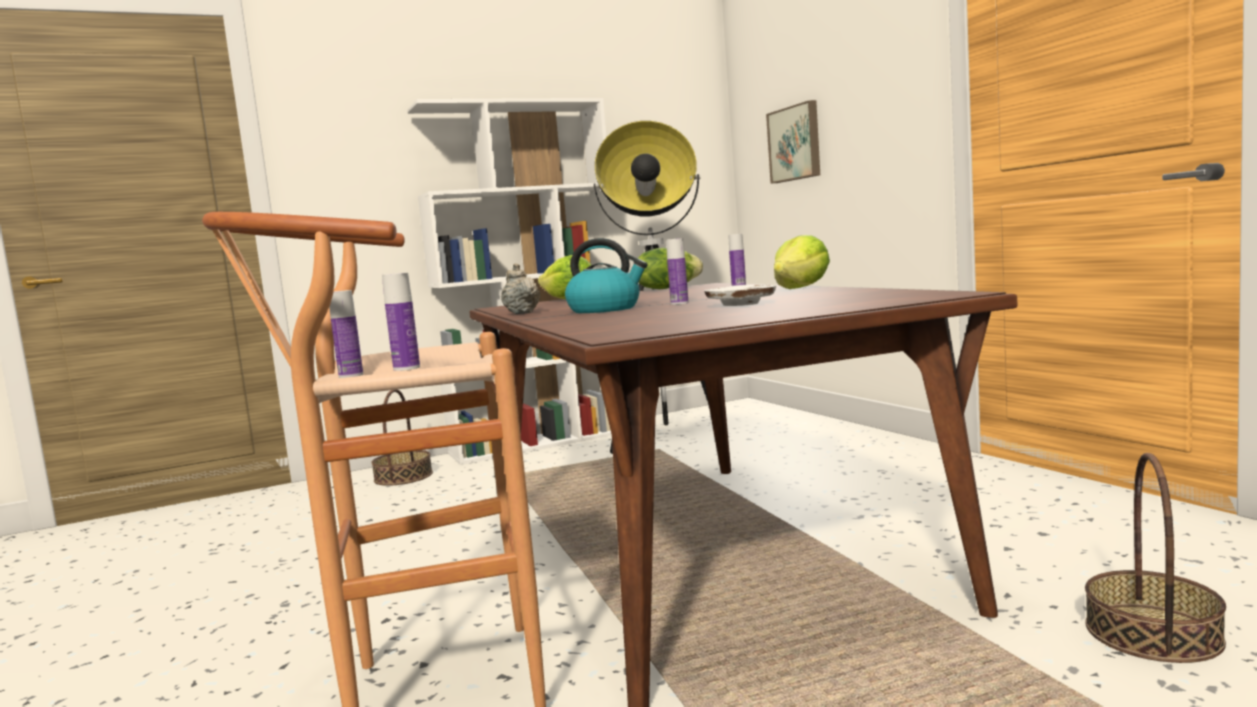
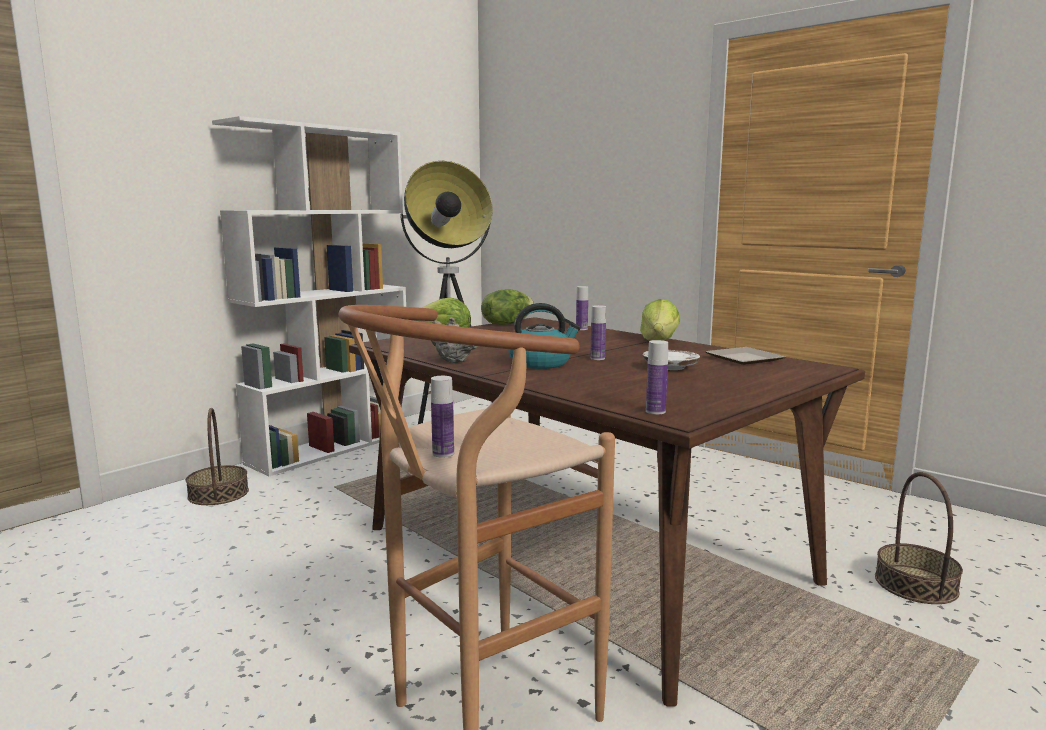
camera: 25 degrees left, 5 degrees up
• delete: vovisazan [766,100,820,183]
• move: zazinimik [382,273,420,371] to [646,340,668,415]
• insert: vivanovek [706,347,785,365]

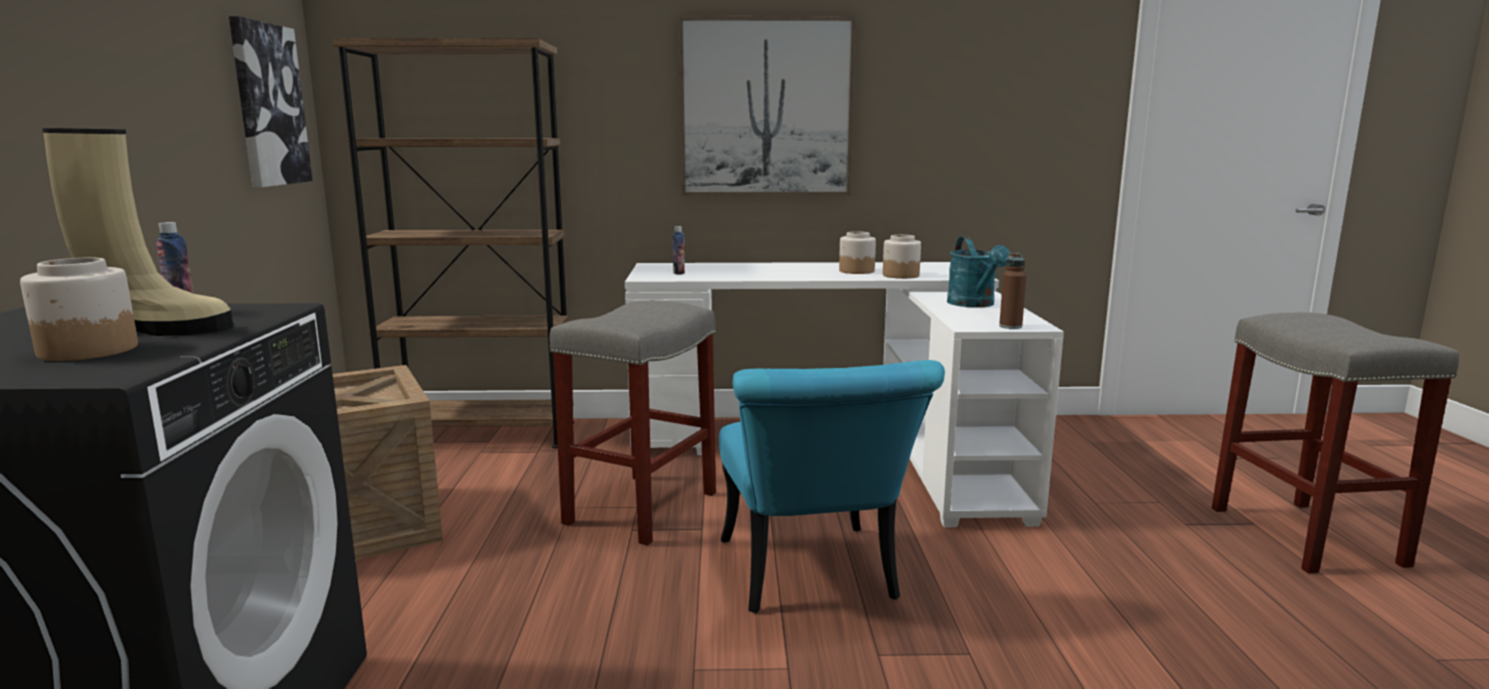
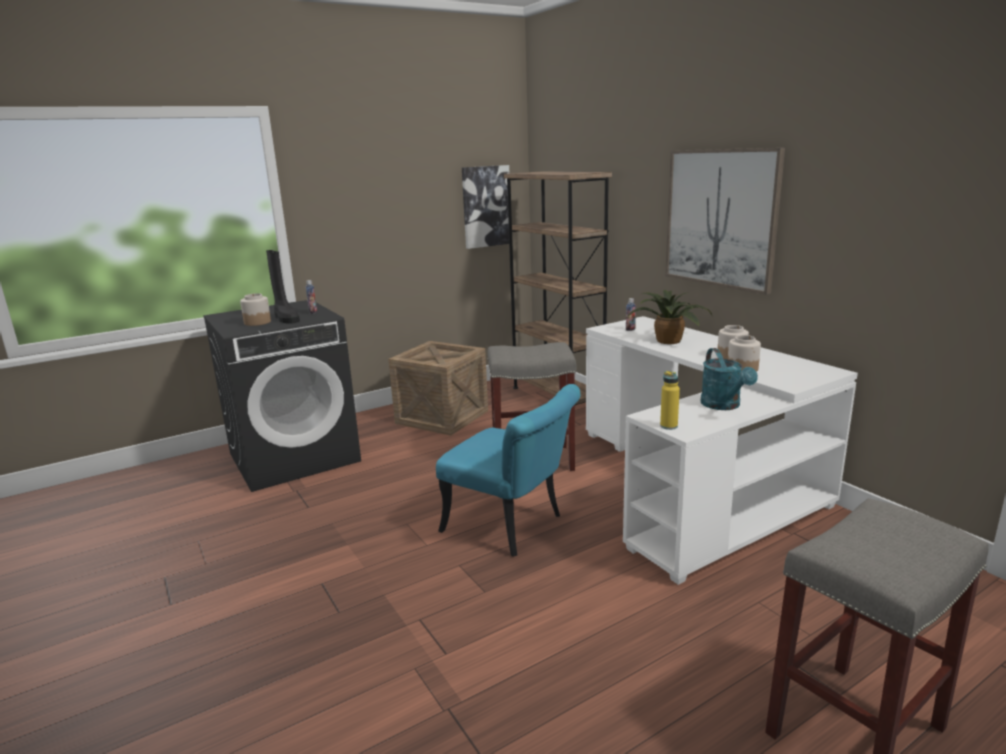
camera: 60 degrees right, 5 degrees up
• recolor: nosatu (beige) [42,128,233,336] to nosatu (black) [266,250,300,324]
• rotate: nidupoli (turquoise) [947,236,1010,308] = [701,348,758,410] 60 degrees counterclockwise
• recolor: zazinimik (brown) [999,253,1026,329] to zazinimik (yellow) [660,371,680,430]
• rotate: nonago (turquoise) [719,360,945,613] = [436,384,580,557] 105 degrees counterclockwise
• insert: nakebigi [627,290,712,344]

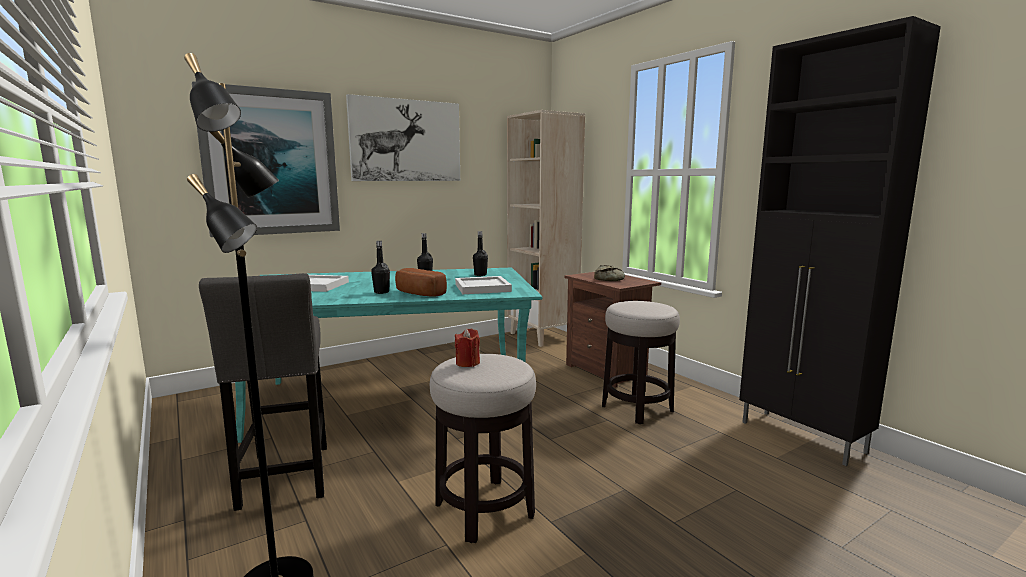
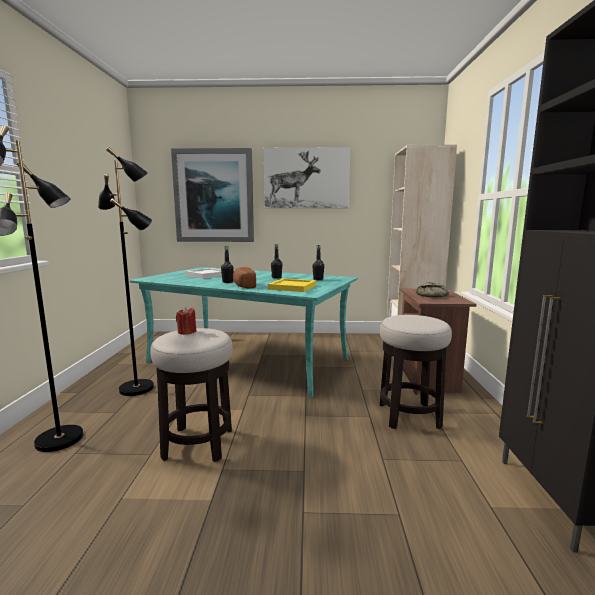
camera: 35 degrees right, 0 degrees up
• replace: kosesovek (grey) [199,273,327,511] to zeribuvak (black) [98,147,154,396]
• recolor: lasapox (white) [455,276,512,294] to lasapox (yellow) [268,278,316,292]

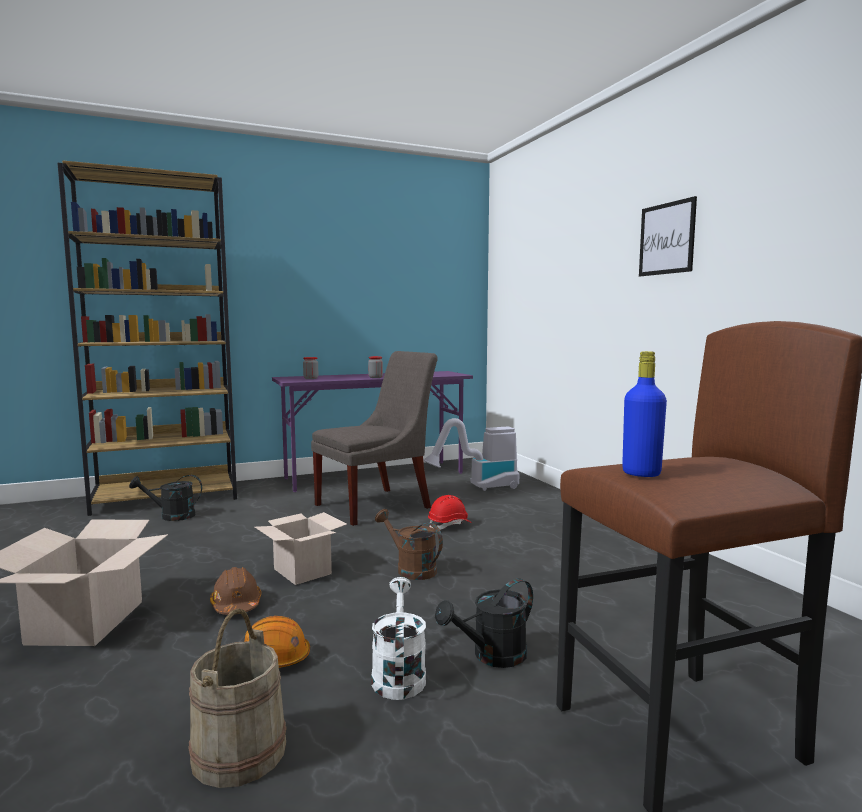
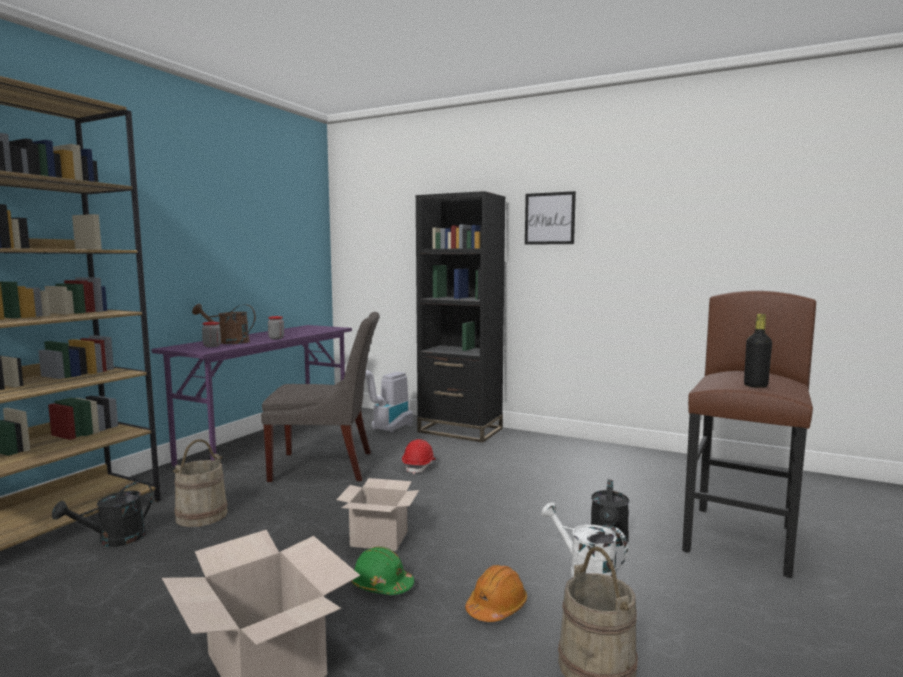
camera: 40 degrees left, 0 degrees up
• rotate: nonago (grey) [311,351,438,526] = [261,312,380,482] 75 degrees clockwise
• recolor: zazinimik (blue) [622,351,667,477] to zazinimik (black) [744,314,772,388]
• move: nidupoli (brown) [375,509,443,580] to [192,304,256,344]
• recolor: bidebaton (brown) [210,567,261,615] to bidebaton (green) [351,547,414,595]
• insert: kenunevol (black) [416,191,506,443]
• insert: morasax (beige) [173,439,228,527]

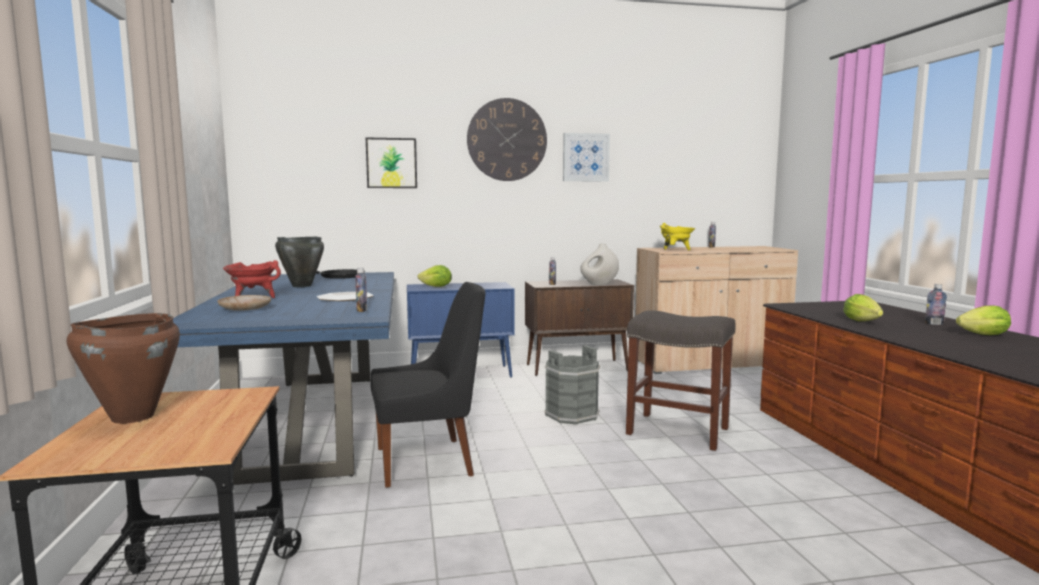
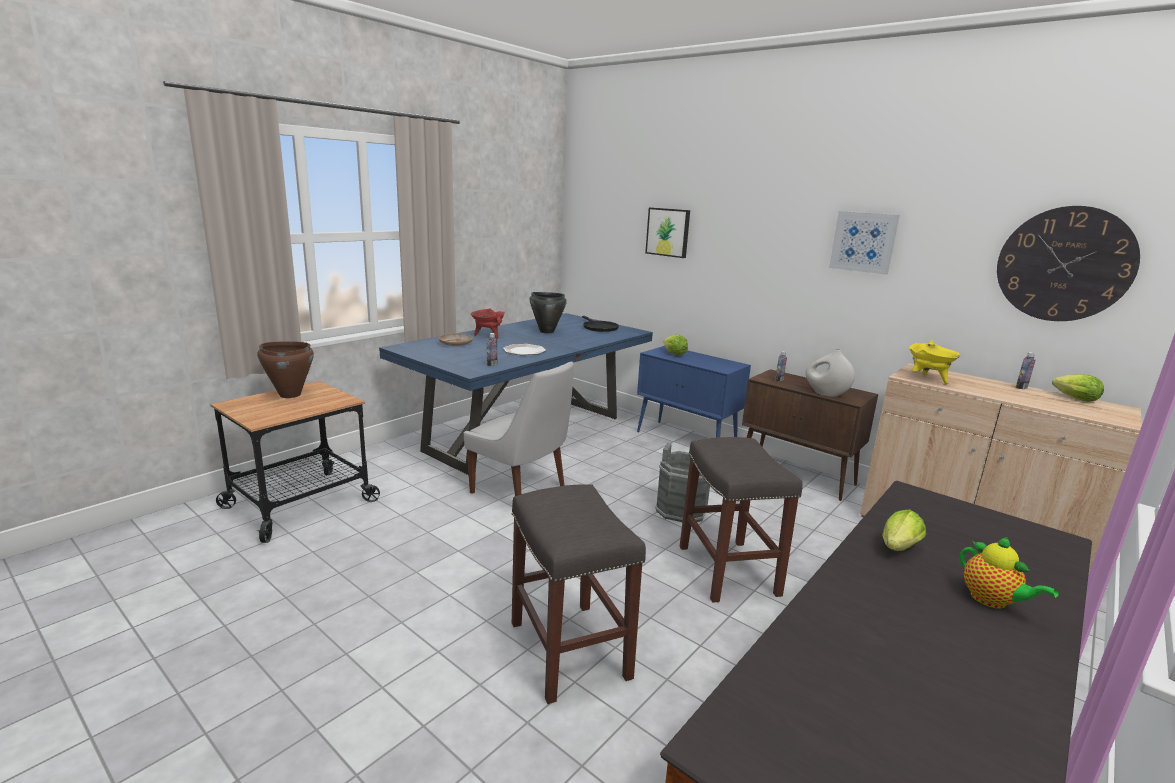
camera: 50 degrees right, 10 degrees up
• move: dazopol [467,98,547,181] to [997,206,1140,321]
• recolor: nonago (black) [371,282,486,488] to nonago (white) [464,361,574,496]
• replace: zazinimik [925,284,947,325] to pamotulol [960,537,1059,609]
• move: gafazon [956,306,1011,335] to [1052,374,1104,402]
• insert: kosesovek (grey) [512,484,646,704]

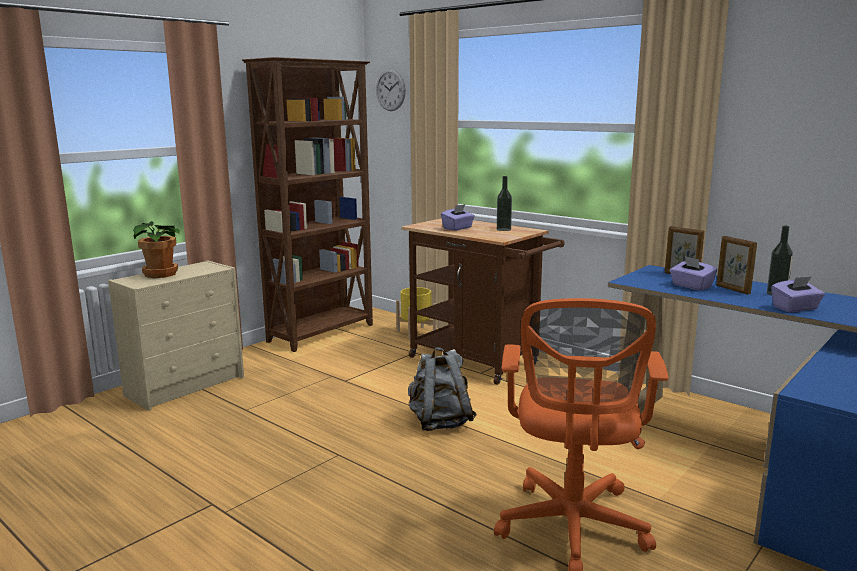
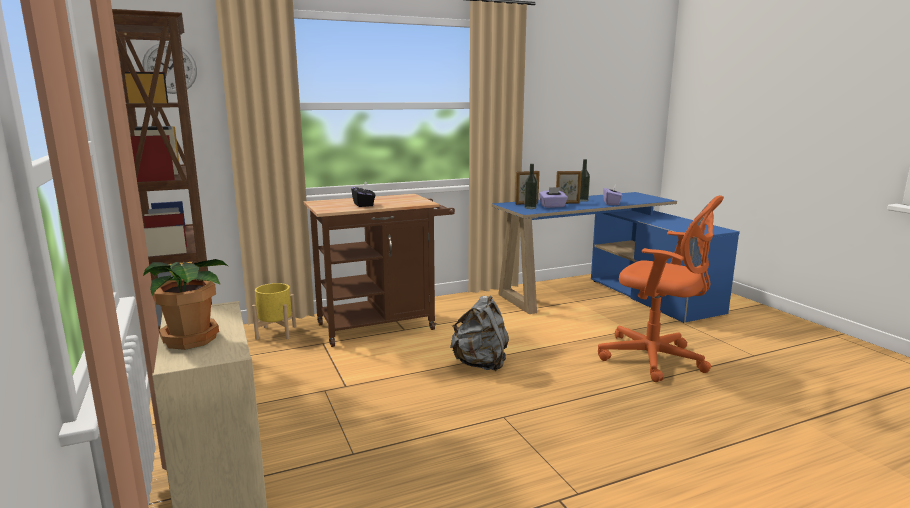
camera: 65 degrees left, 0 degrees up
• move: zazinimik [497,176,512,231] to [524,164,538,209]
• recolor: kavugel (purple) [441,204,475,231] to kavugel (black) [351,182,375,207]

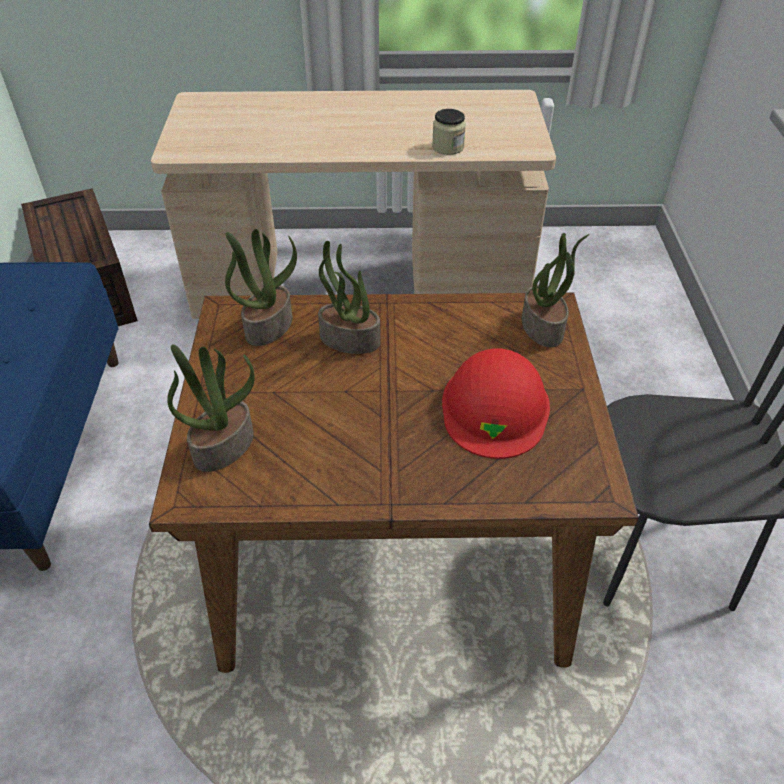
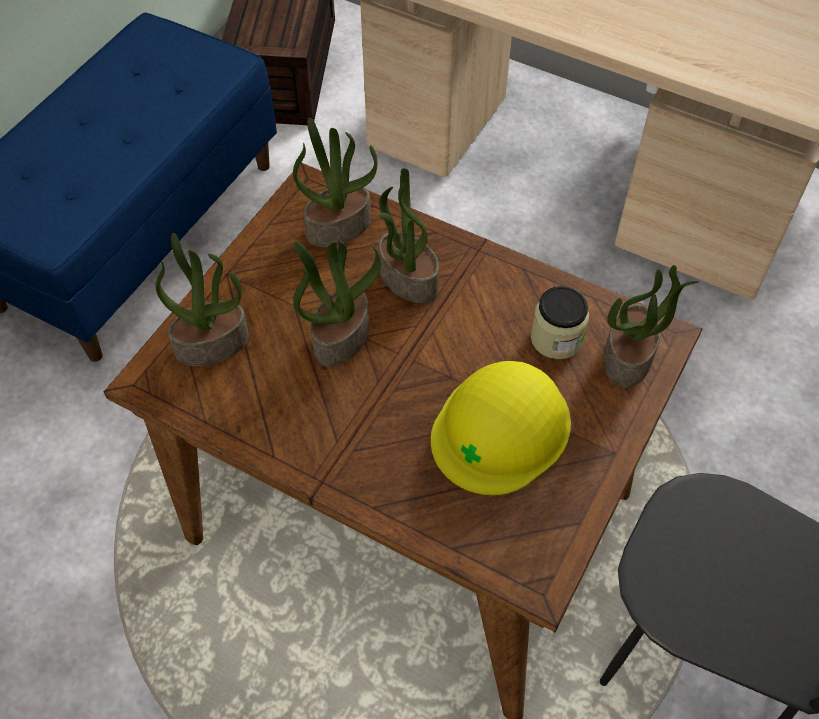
camera: 30 degrees right, 10 degrees up
• move: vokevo [432,109,466,155] to [531,286,589,359]
• recolor: bidebaton (red) [442,349,550,459] to bidebaton (yellow) [431,361,571,495]
• insert: nakebigi [293,241,381,367]

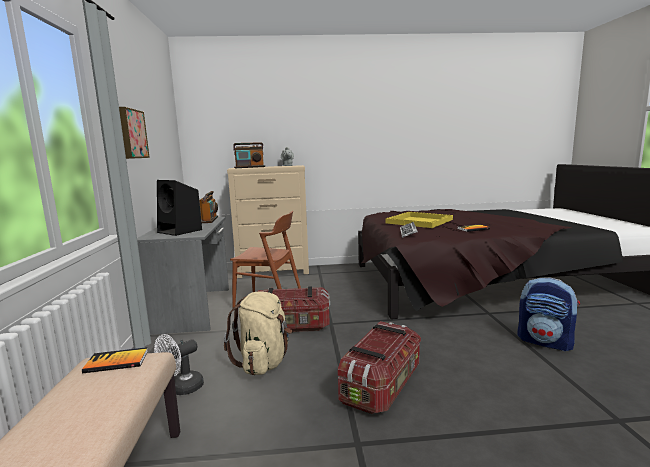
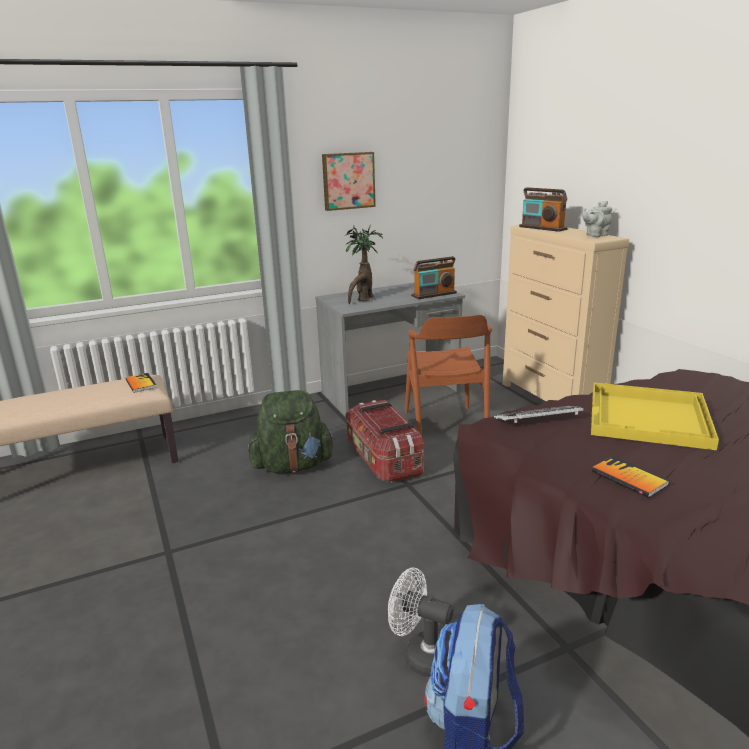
camera: 70 degrees right, 10 degrees up
• replace: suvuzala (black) [157,180,202,236] to nakebigi [344,225,383,304]
• recolor: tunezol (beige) [224,291,292,375] to tunezol (green) [248,390,335,474]
• delete: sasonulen [338,321,421,414]
• move: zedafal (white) [154,334,204,395] to [388,568,454,677]

